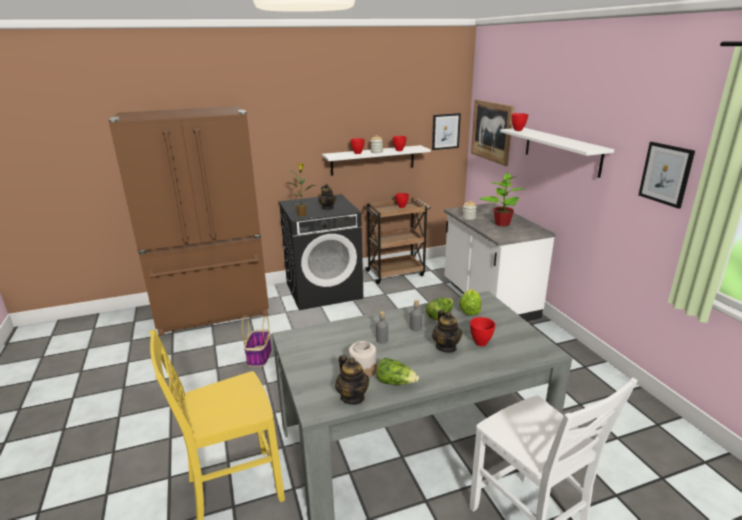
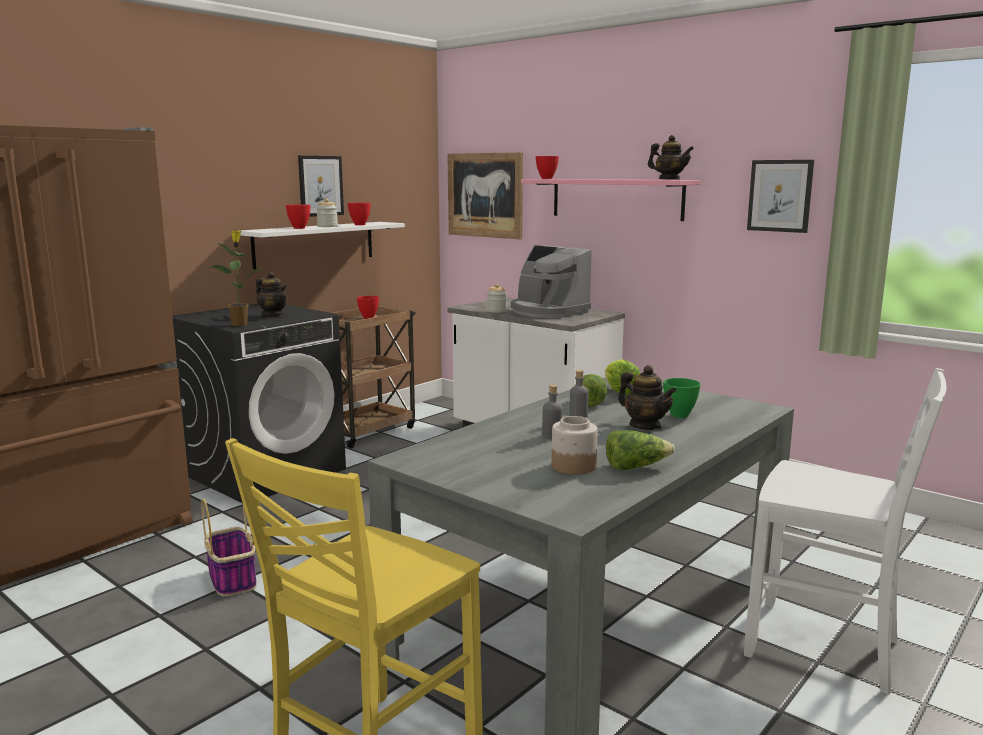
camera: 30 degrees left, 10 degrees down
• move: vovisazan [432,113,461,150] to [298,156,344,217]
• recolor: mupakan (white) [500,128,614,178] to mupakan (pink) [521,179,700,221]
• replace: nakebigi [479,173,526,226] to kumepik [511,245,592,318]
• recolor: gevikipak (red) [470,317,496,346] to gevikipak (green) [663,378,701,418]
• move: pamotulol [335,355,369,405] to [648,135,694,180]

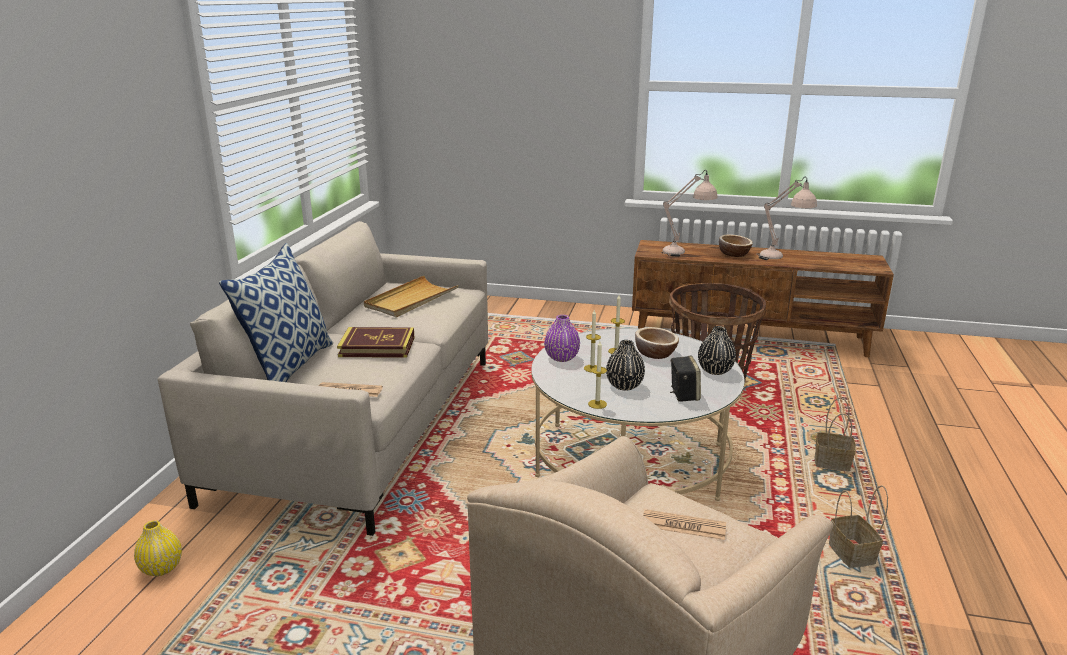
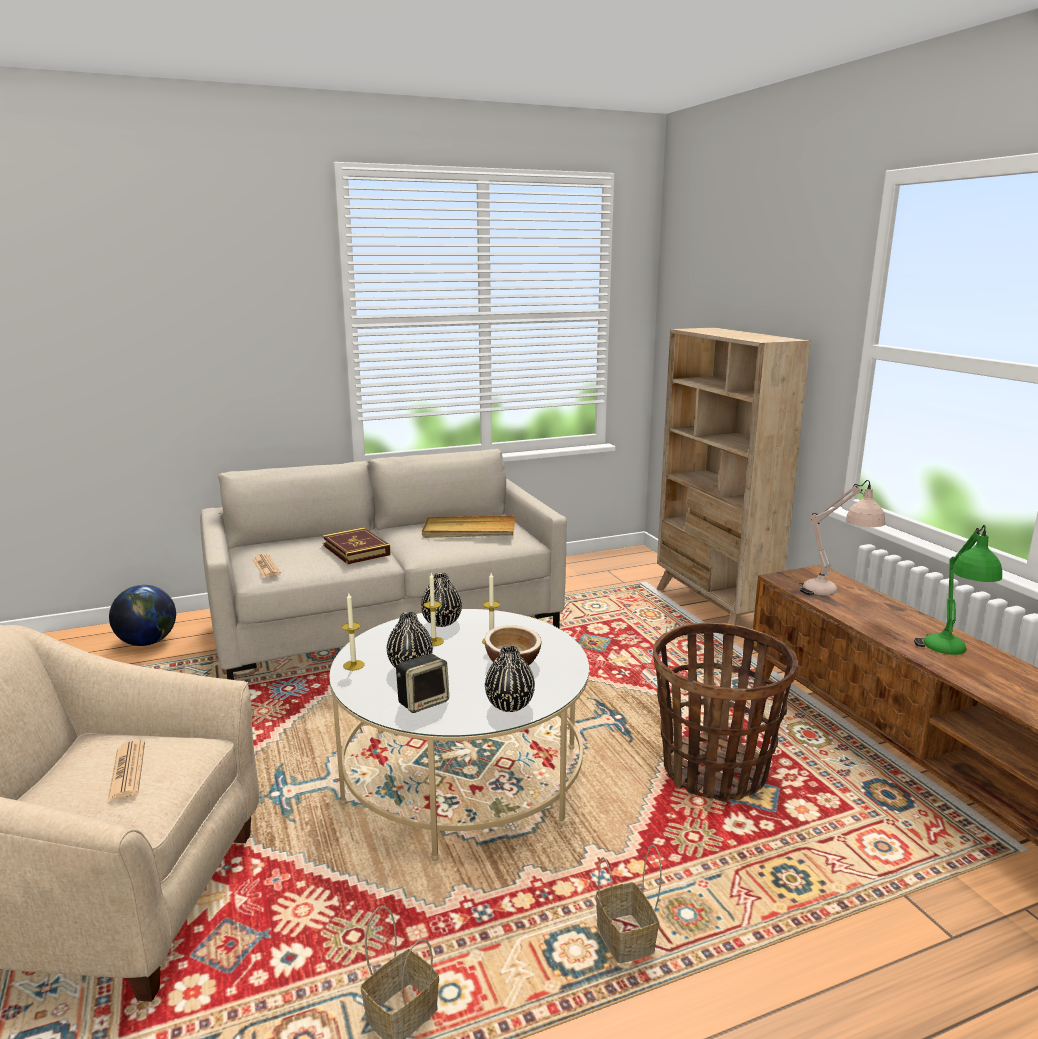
camera: 55 degrees right, 5 degrees down
• recolor: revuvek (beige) [756,177,817,260] to revuvek (green) [914,525,1002,655]
• delete: gevikipak [719,234,753,257]
• delete: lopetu [219,243,333,382]
• recolor: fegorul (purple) [544,315,580,362] to fegorul (black) [421,573,462,627]
• replace: fegorul (yellow) [134,520,182,576] to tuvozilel [109,585,176,646]
• insert: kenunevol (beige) [656,327,811,637]

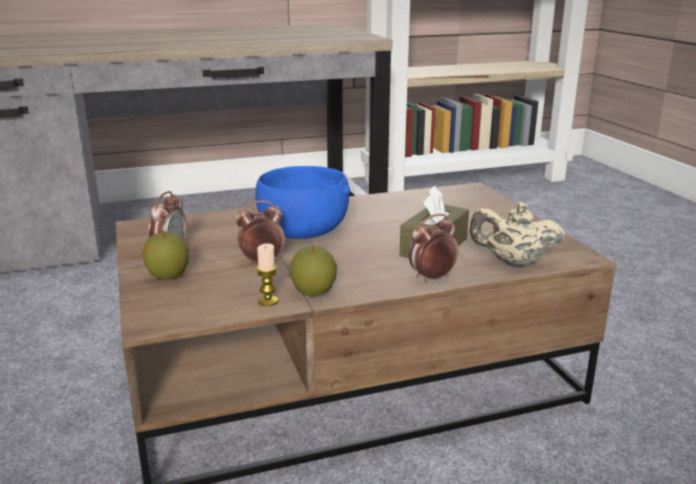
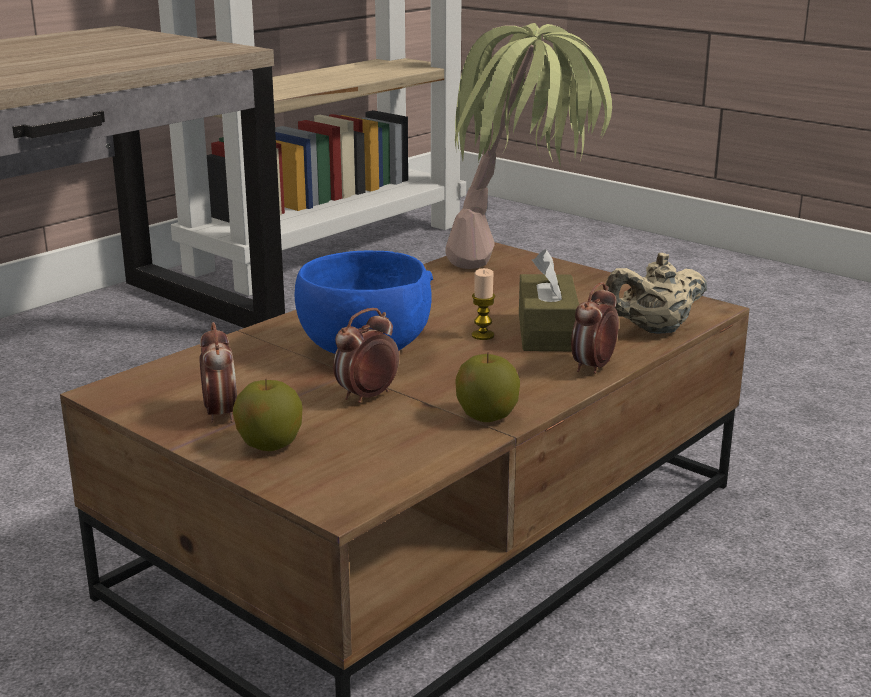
camera: 30 degrees left, 0 degrees up
• move: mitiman [256,243,278,306] to [472,268,495,340]
• insert: nakebigi [446,23,612,269]

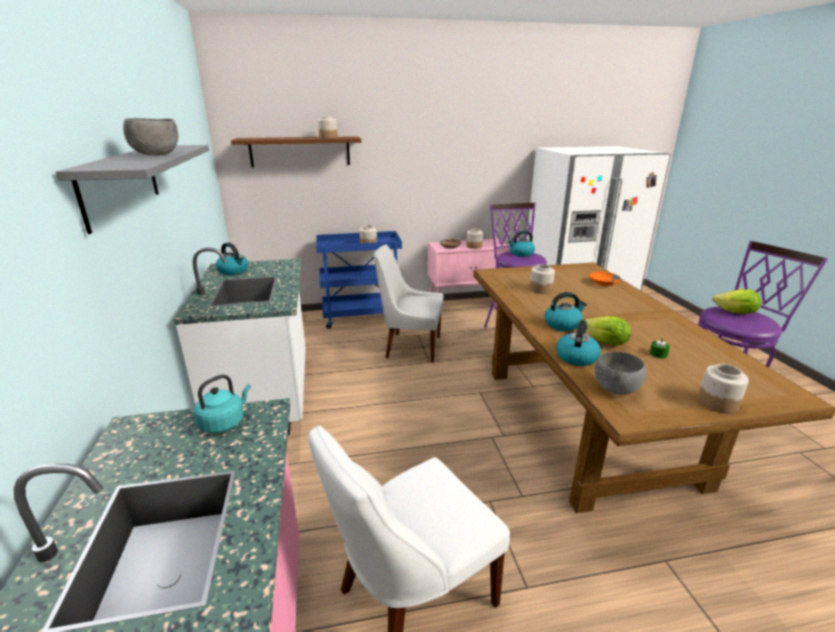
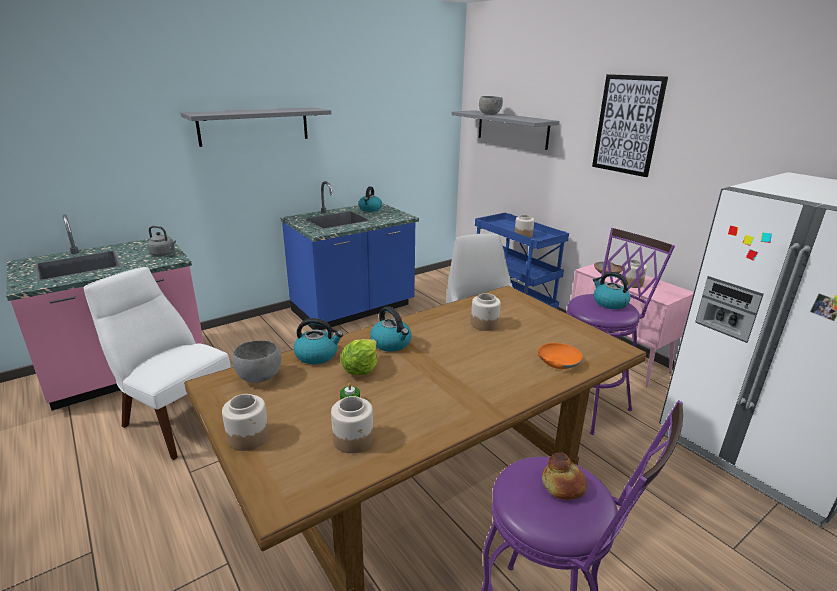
camera: 65 degrees right, 0 degrees up
• move: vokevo [318,116,338,139] to [331,396,373,453]
• move: gevikipak (grey) [123,118,178,155] to [479,96,503,115]
• recolor: mupakan (brown) [231,136,361,167] to mupakan (grey) [451,110,560,150]
• recolor: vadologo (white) [174,248,306,435] to vadologo (blue) [280,181,419,330]
• replace: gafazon [712,289,761,314] to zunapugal [542,452,587,500]
• recolor: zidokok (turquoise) [194,375,251,433] to zidokok (grey) [147,226,176,256]
• insert: vovisazan [592,74,668,177]

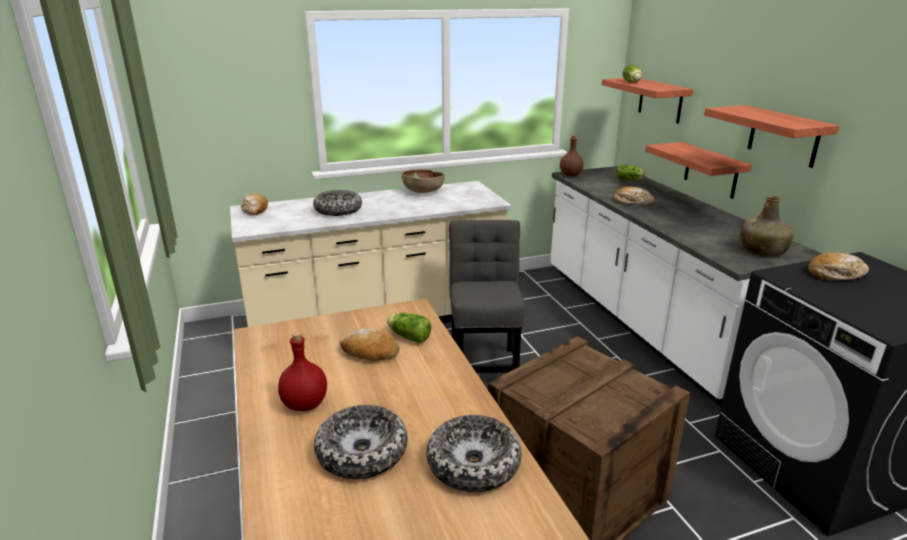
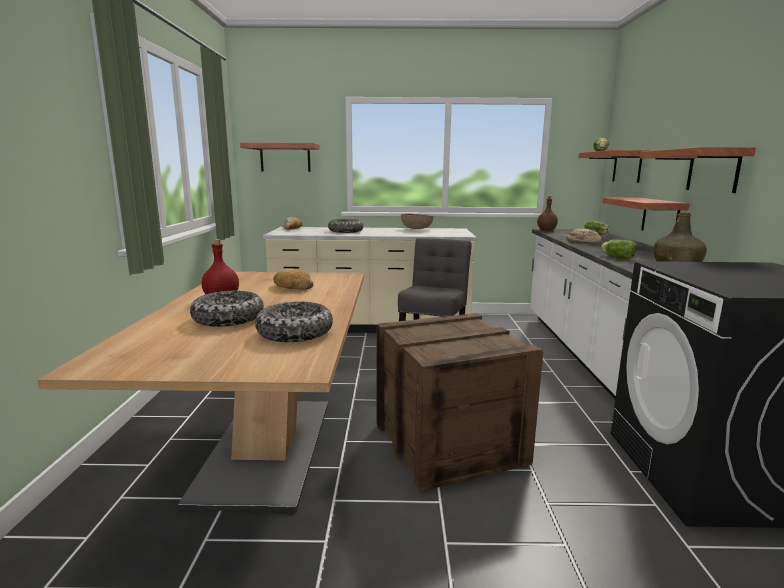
camera: 20 degrees right, 10 degrees down
• delete: zunapugal [809,252,869,281]
• move: gafazon [387,312,431,343] to [601,240,636,259]
• insert: mupakan [240,143,320,172]

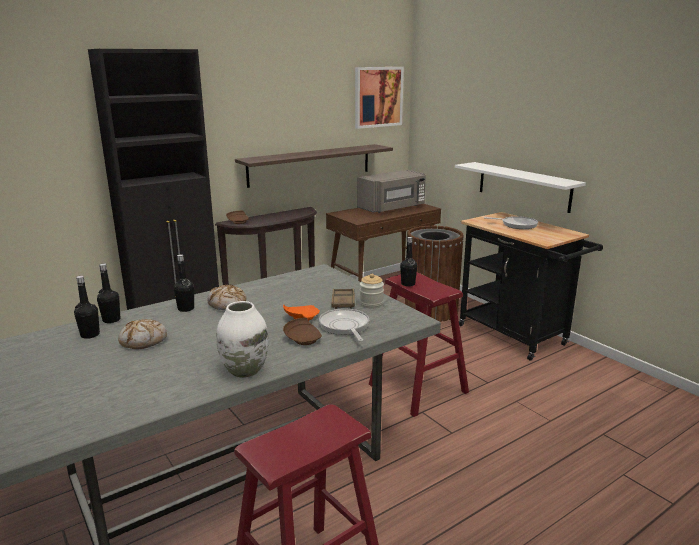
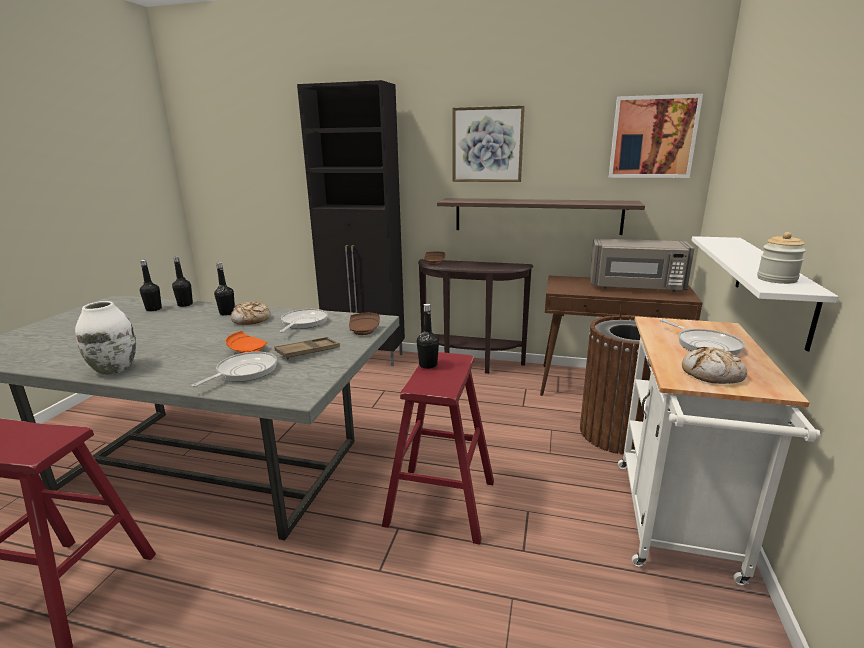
camera: 50 degrees right, 0 degrees up
• recolor: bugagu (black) [459,212,603,361] to bugagu (white) [618,316,821,585]
• move: vokevo [360,273,384,308] to [757,232,806,284]
• move: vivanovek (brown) [283,318,322,345] to [349,313,380,335]
• move: zunapugal [118,319,167,349] to [682,347,747,384]
• insert: vovisazan [452,105,525,182]
• insert: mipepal [279,309,328,333]

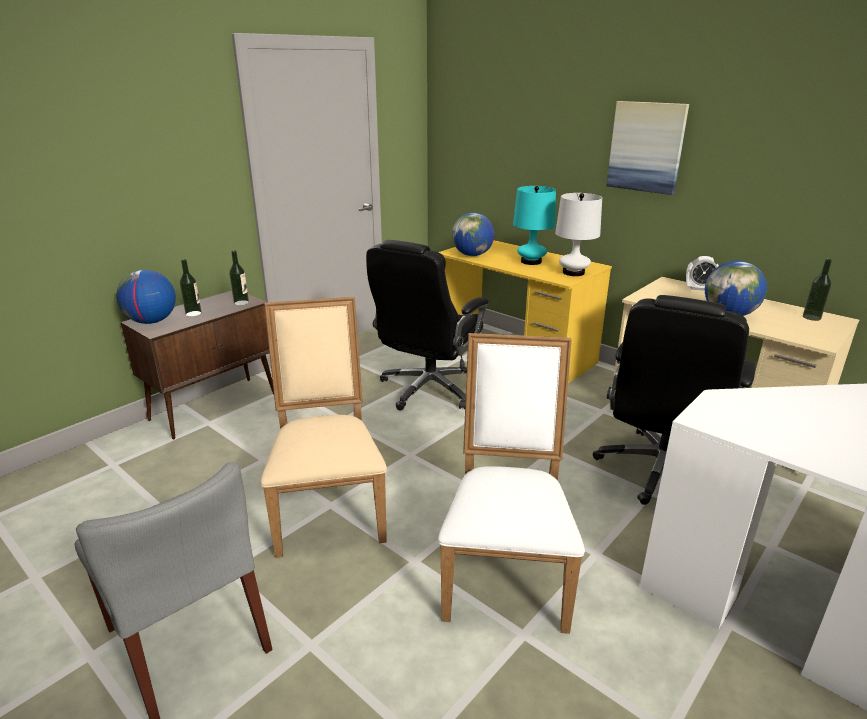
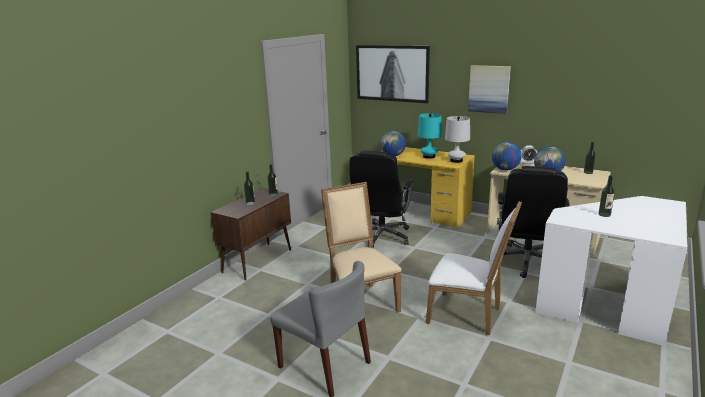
camera: 10 degrees left, 5 degrees down
• move: tuvozilel [116,270,176,324] to [492,142,521,171]
• rotate: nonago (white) [438,333,585,634] = [426,201,522,335] 120 degrees clockwise
• insert: vovisazan [356,45,430,103]
• insert: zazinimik [598,175,615,217]

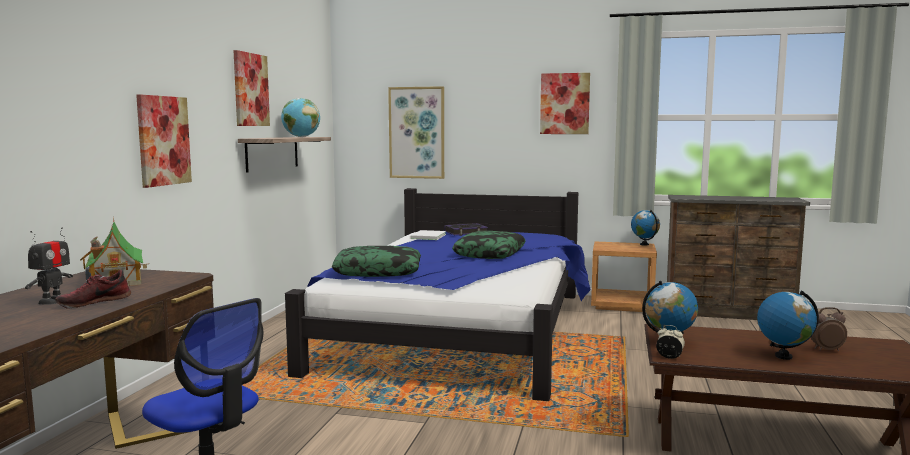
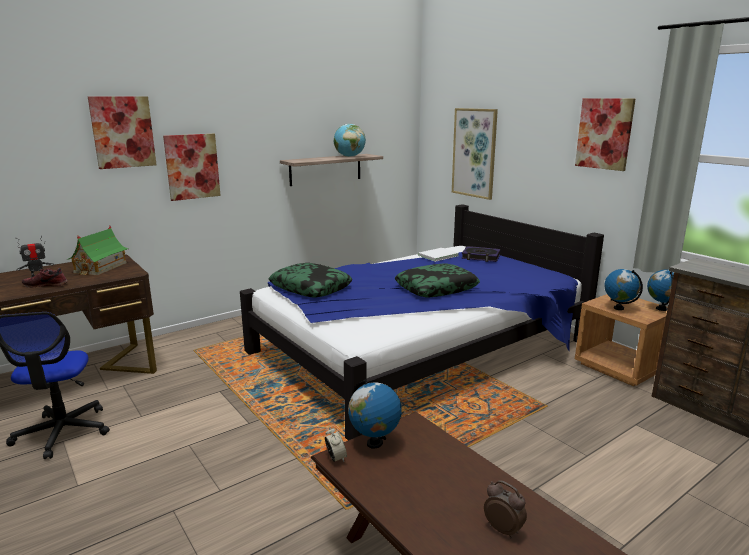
camera: 40 degrees right, 10 degrees up
• move: vovisazan [233,50,270,126] to [88,96,156,169]
• move: tuvozilel [757,290,819,360] to [604,269,643,310]

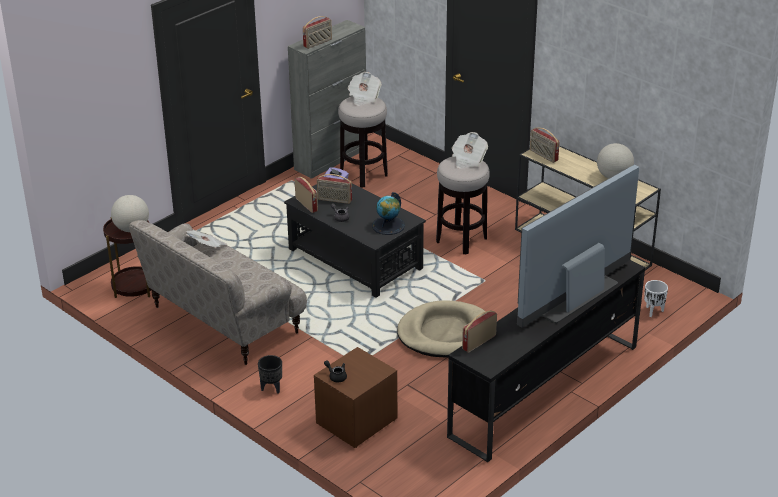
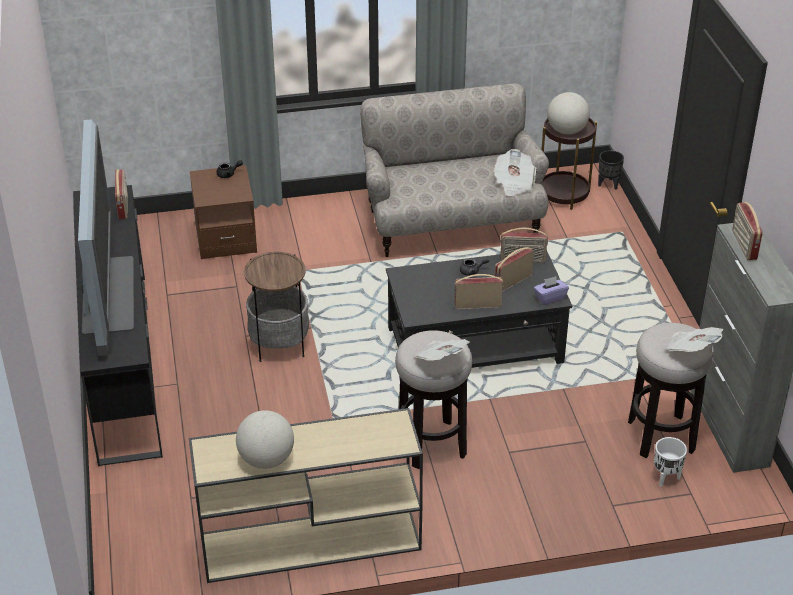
camera: 125 degrees right, 5 degrees up
• move: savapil [530,127,560,163] to [454,274,504,309]
• delete: tuvozilel [372,192,405,235]
• move: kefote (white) [644,280,668,317] to [654,437,687,487]
• replace: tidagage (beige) [397,300,485,357] to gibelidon [244,252,309,362]
• move: kefote (black) [258,355,282,393] to [598,150,624,190]

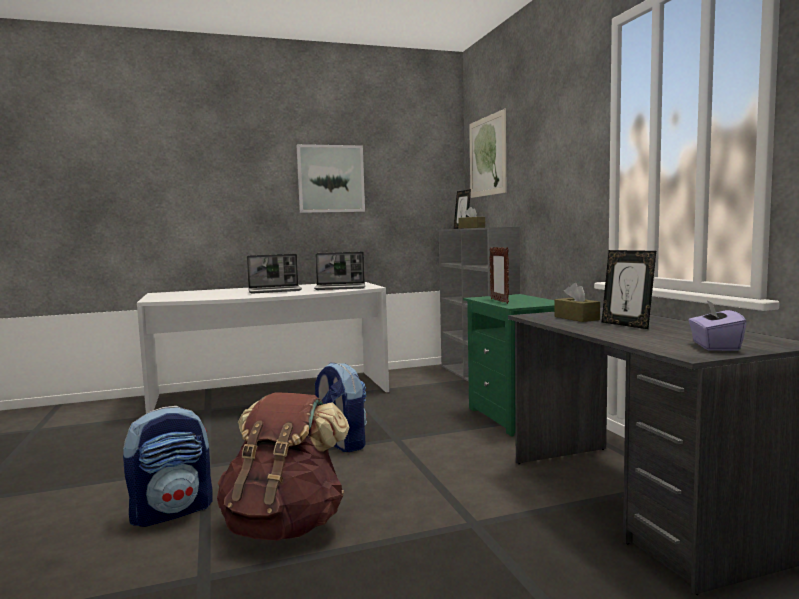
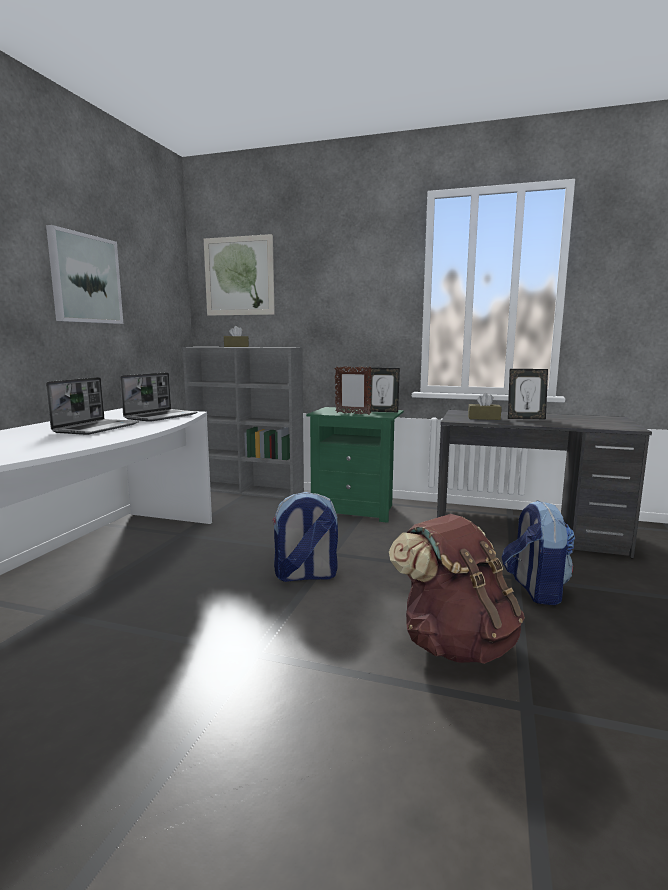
camera: 55 degrees left, 5 degrees up
• move: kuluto [454,189,471,229] to [367,368,400,412]
• delete: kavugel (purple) [688,300,747,351]
• move: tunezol [123,406,213,527] to [502,500,575,605]

